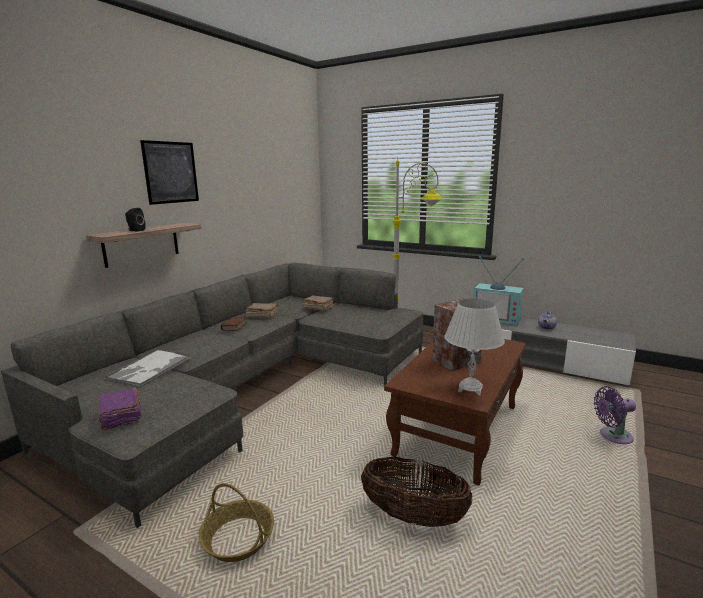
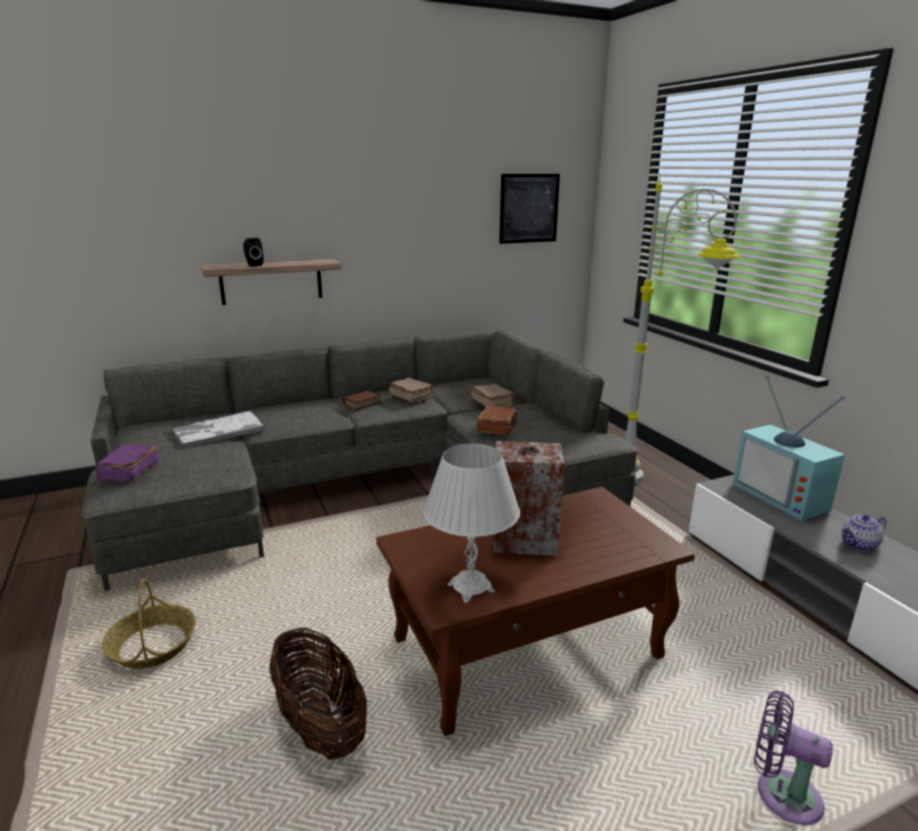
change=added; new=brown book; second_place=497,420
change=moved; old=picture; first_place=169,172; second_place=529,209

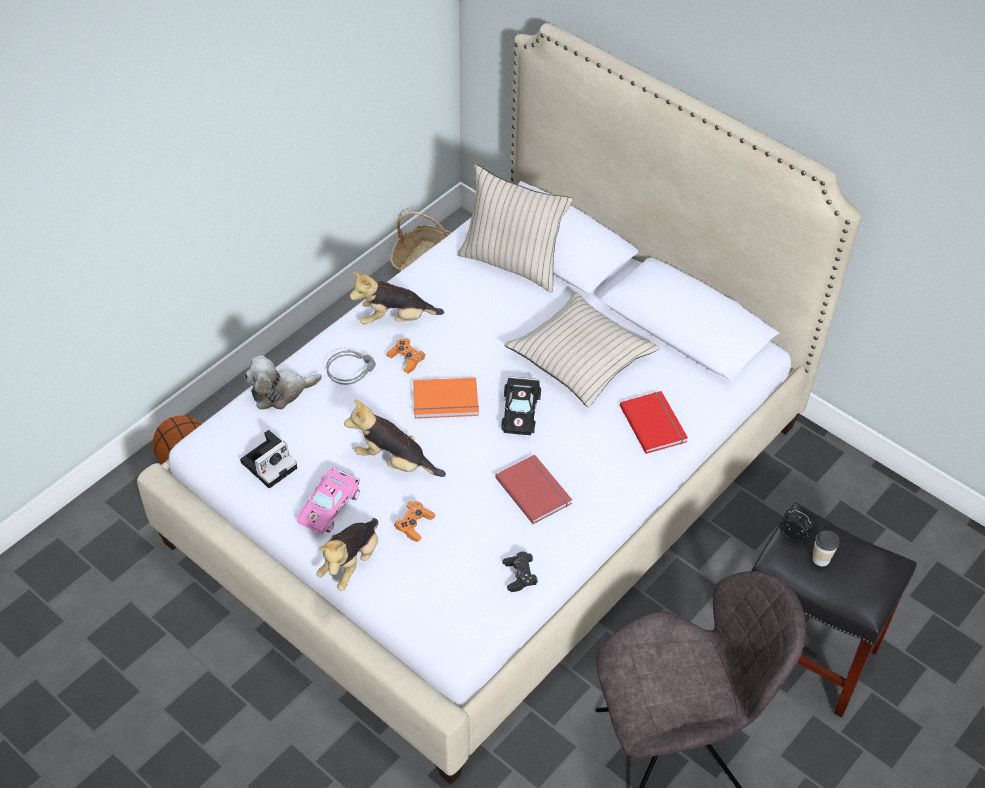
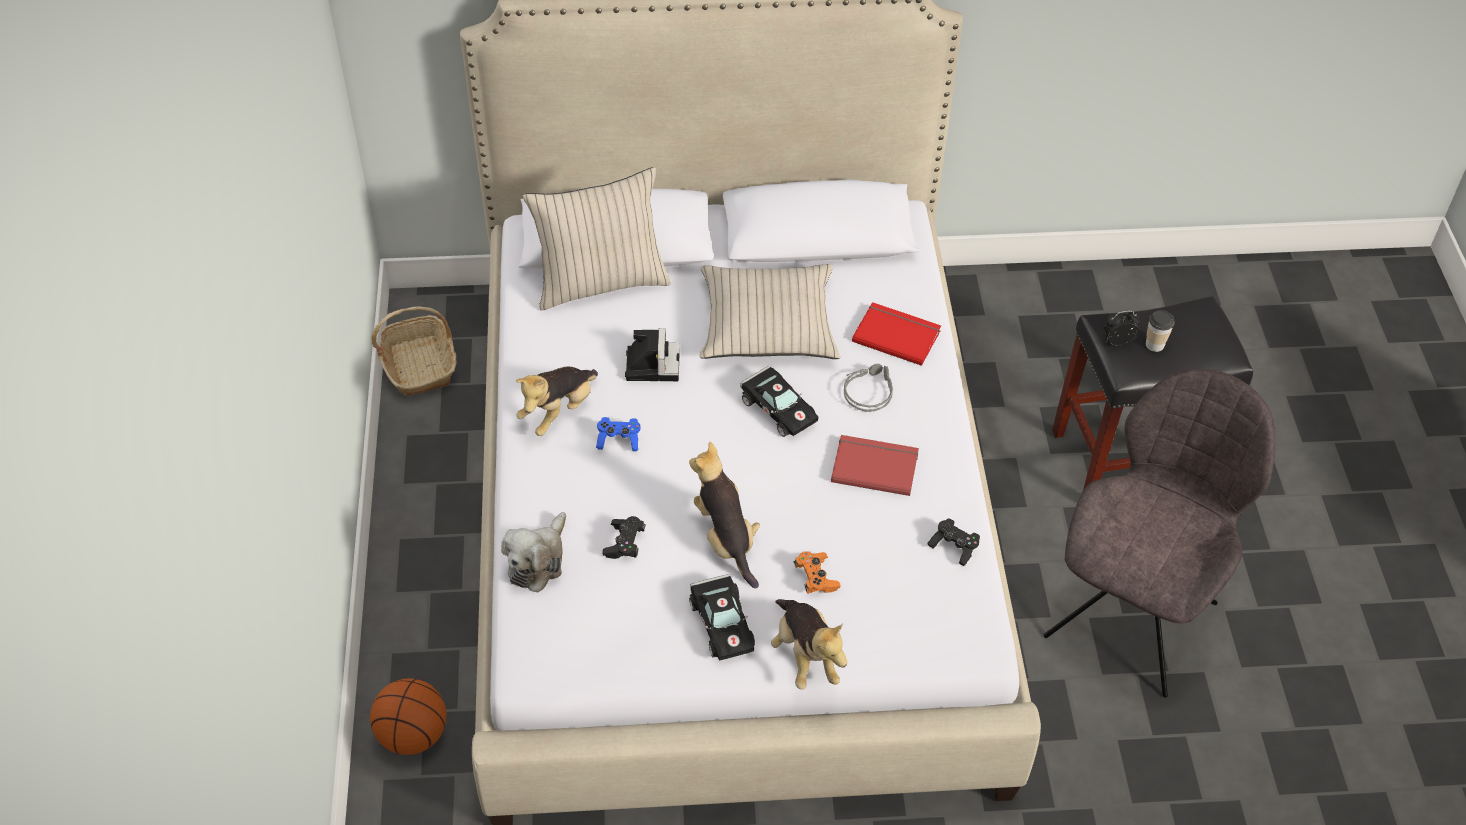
change=removed; old=orange book; first_place=446,398
change=added; new=black game controller; second_place=624,537
change=moved; old=photo camera; first_place=268,459; second_place=652,354
change=moved; old=grey headphones; first_place=351,367; second_place=869,388
change=recoloured; old=pink toy car; new=black toy car; first_place=328,500; second_place=722,617
change=recoloured; old=orange game controller; new=blue game controller; first_place=405,356; second_place=618,434
change=turned; old=plush toy; first_place=395,438; second_place=724,515; degrees=90

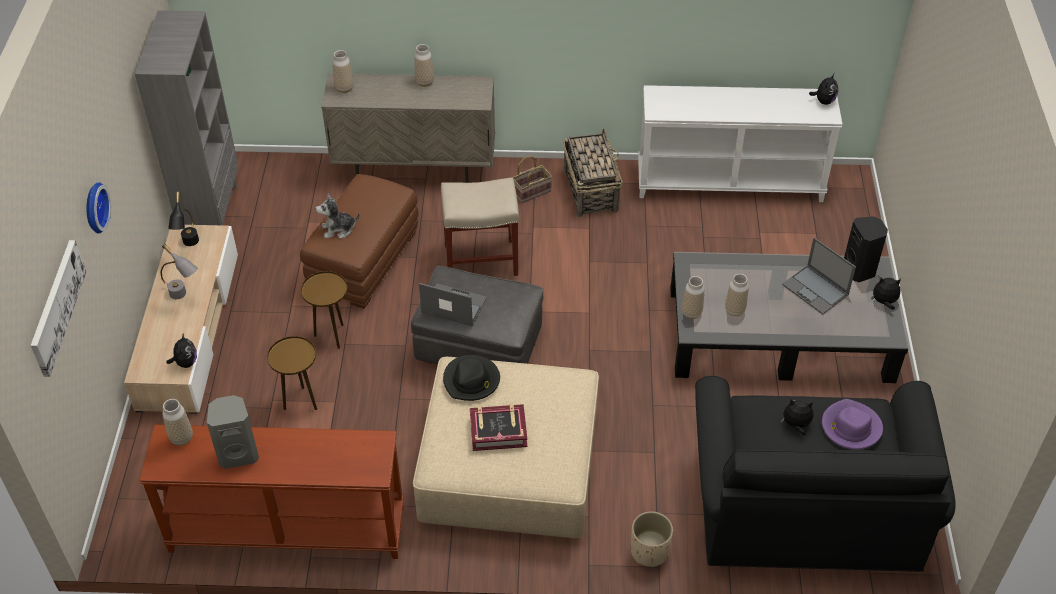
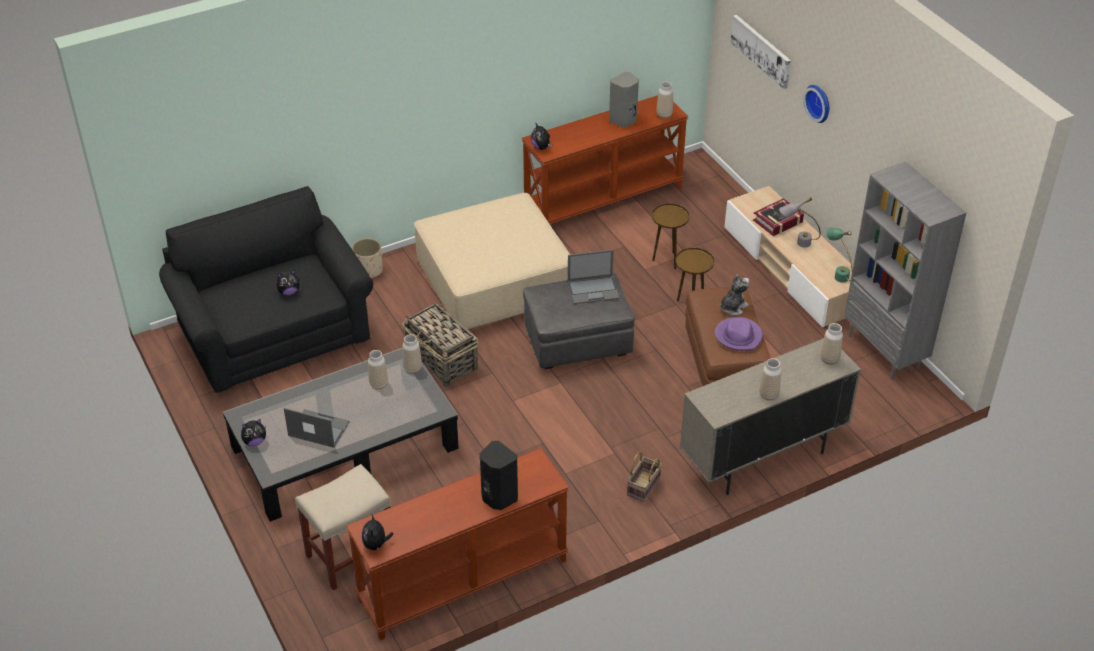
change=removed; old=black hat; first_place=471,378
change=moved; old=plush toy; first_place=181,350; second_place=541,136
change=moved; old=beige stool; first_place=480,226; second_place=343,527
change=moved; old=book; first_place=498,427; second_place=778,217
change=moved; old=basket; first_place=593,173; second_place=440,345
change=moved; old=purple hat; first_place=852,424; second_place=739,334
change=moved; old=black speaker; first_place=866,249; second_place=499,475
change=recoloured; old=black table lamp; new=green table lamp; first_place=183,218; second_place=839,255
change=recoloured; old=white console table; new=brown console table; first_place=740,143; second_place=457,544

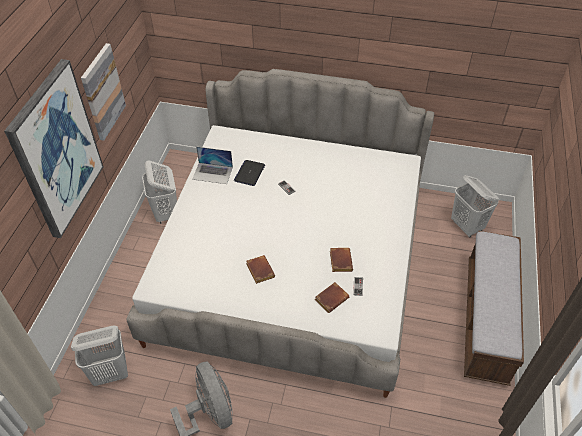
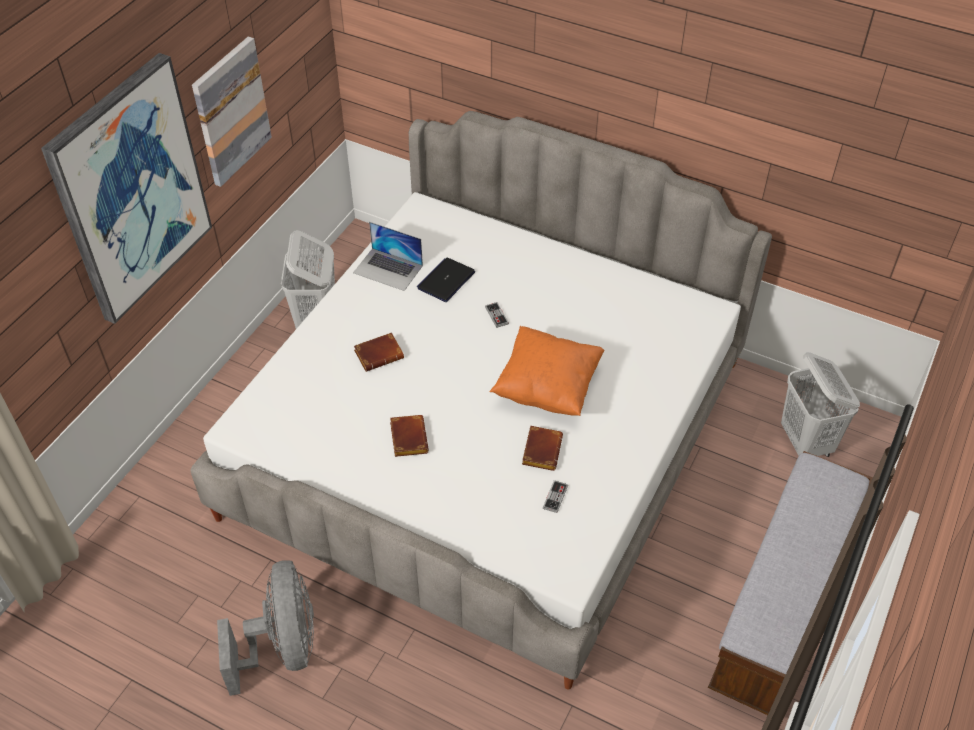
change=removed; old=white laundry basket; first_place=99,356
change=added; new=orange pillow; second_place=547,371
change=moved; old=brown book; first_place=331,297; second_place=379,352

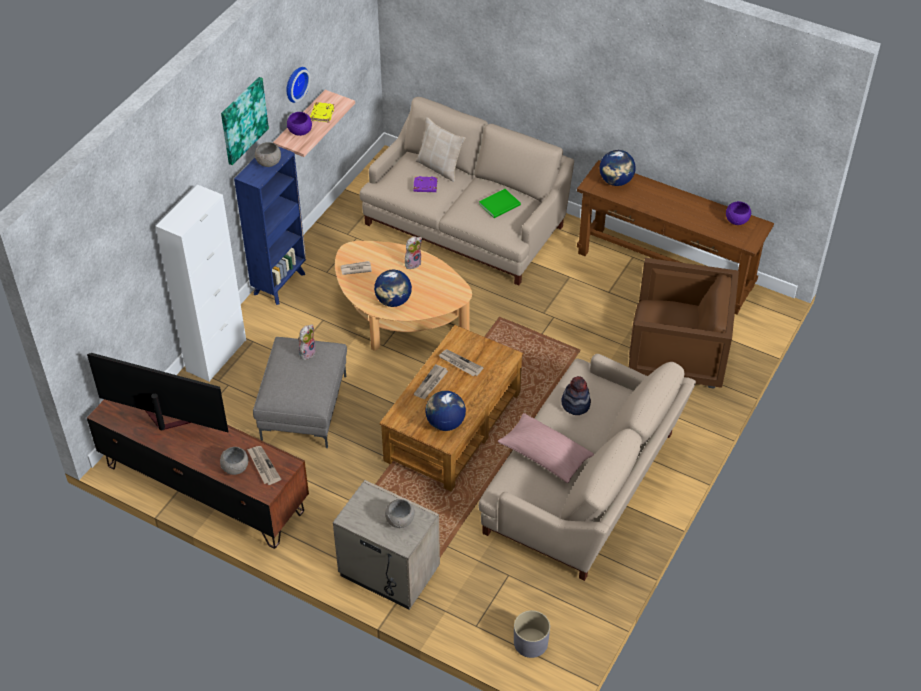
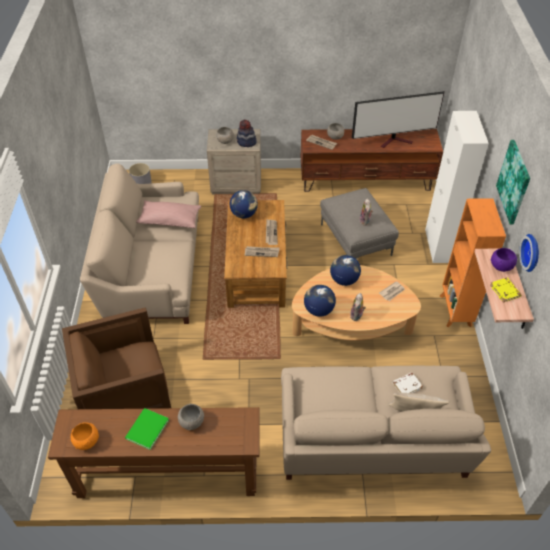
change=moved; old=grey bowl; first_place=268,154; second_place=191,416
change=moved; old=green book; first_place=500,203; second_place=147,429
change=moved; old=hat; first_place=576,395; second_place=247,133
change=moved; old=globe; first_place=618,168; second_place=320,301
change=recoloured; old=blue bookcase; new=orange bookcase; first_place=270,225; second_place=473,262
change=recoloured; old=purple book; new=white book; first_place=425,184; second_place=408,382
change=recoloured; old=purple bowl; new=orange bowl; first_place=738,213; second_place=85,436

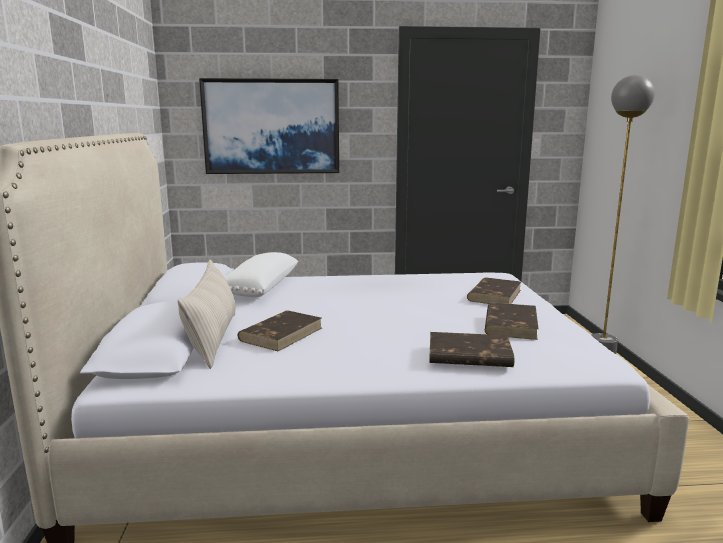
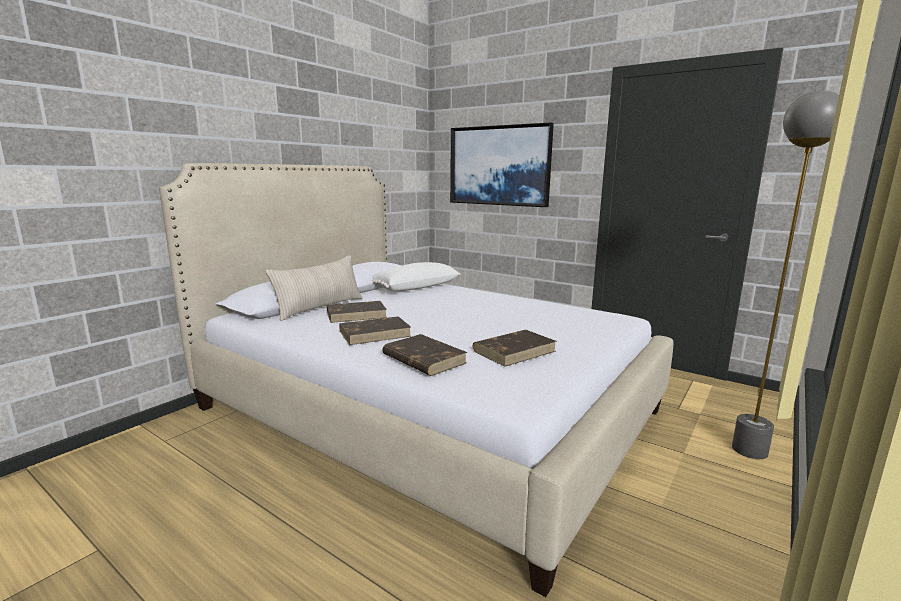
change=moved; old=brown book; first_place=494,291; second_place=375,330

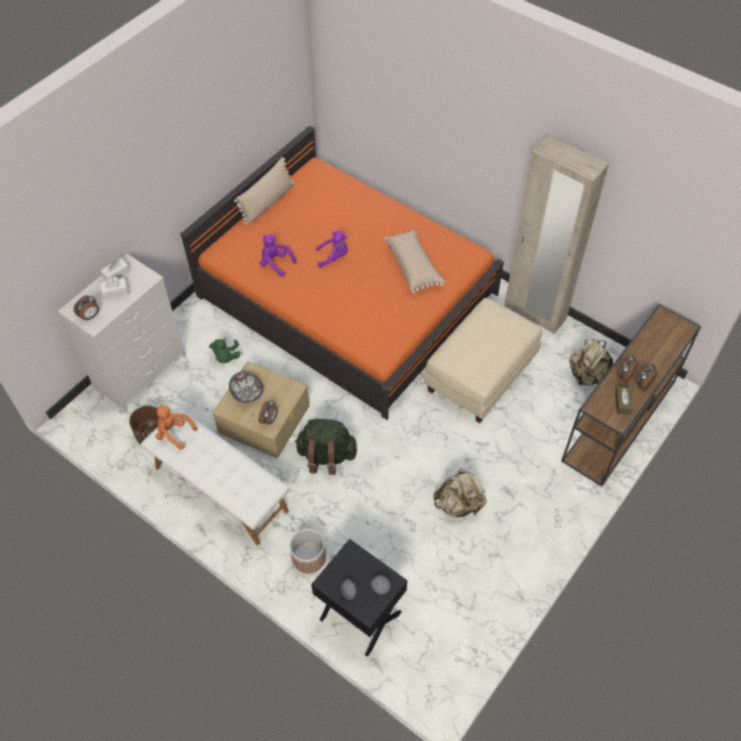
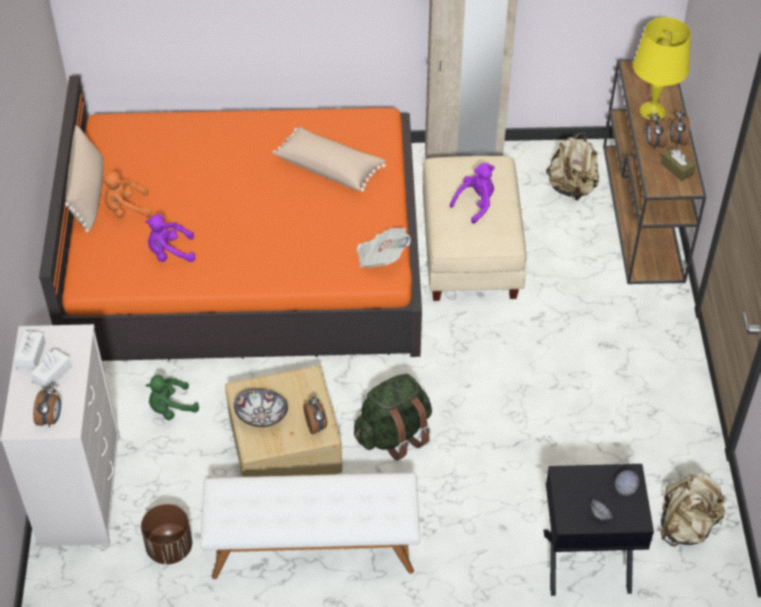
change=removed; old=planter; first_place=308,551
change=added; new=newspaper; second_place=384,248
change=added; new=yellow table lamp; second_place=662,68
change=moved; old=orange plush toy; first_place=176,427; second_place=126,194
change=moved; old=purple plush toy; first_place=332,249; second_place=472,193
change=moved; old=beige backpack; first_place=460,492; second_place=694,509
change=turned; old=green plush toy; first_place=224,350; second_place=172,397; degrees=105

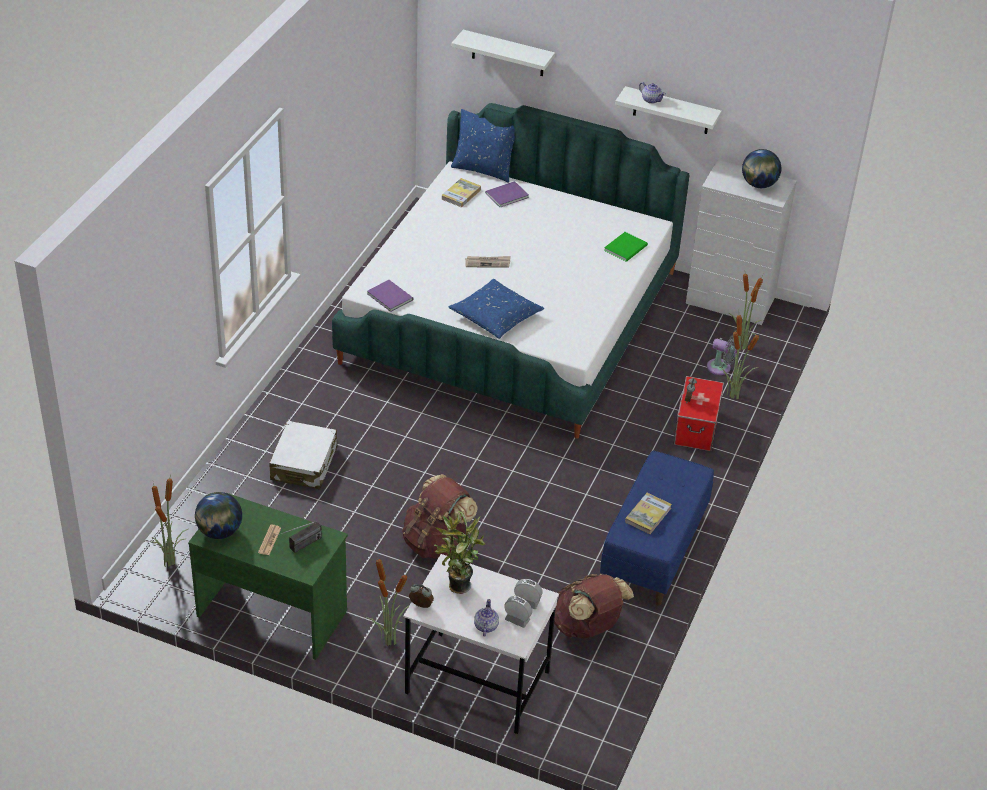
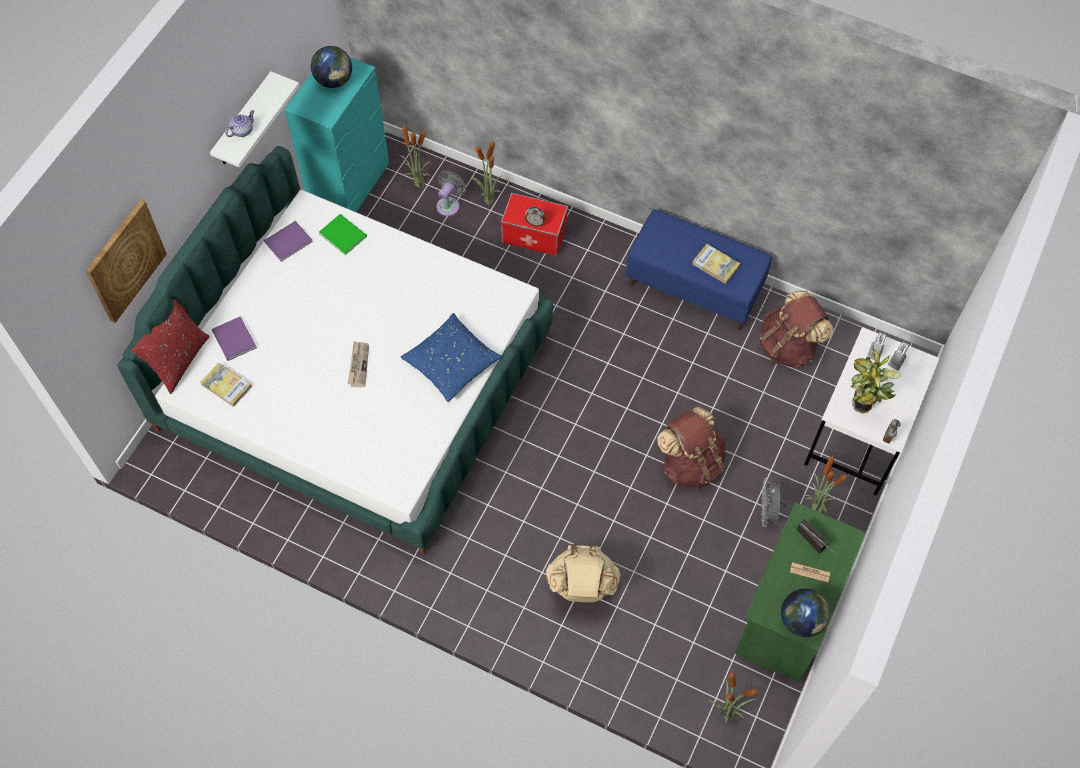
change=removed; old=teapot; first_place=486,617
change=added; new=grey fan; second_place=774,502
change=moved; old=purple book; first_place=390,296; second_place=288,241
change=replaced; old=white suitcase; new=beige backpack; first_place=303,455; second_place=583,573
change=replaced; old=white shelf; new=picture; first_place=503,53; second_place=126,261
change=recoloured; old=blue pillow; new=red pillow; first_place=483,146; second_place=170,346
change=recoloured; old=white dresser; new=turquoise dresser; first_place=741,242; second_place=336,134

